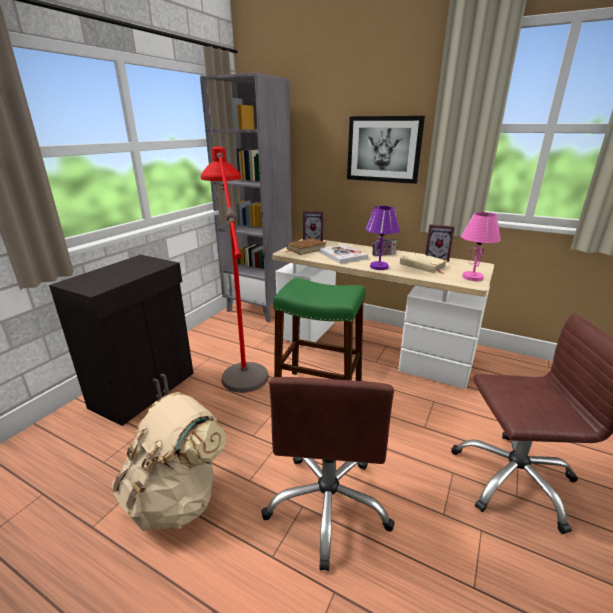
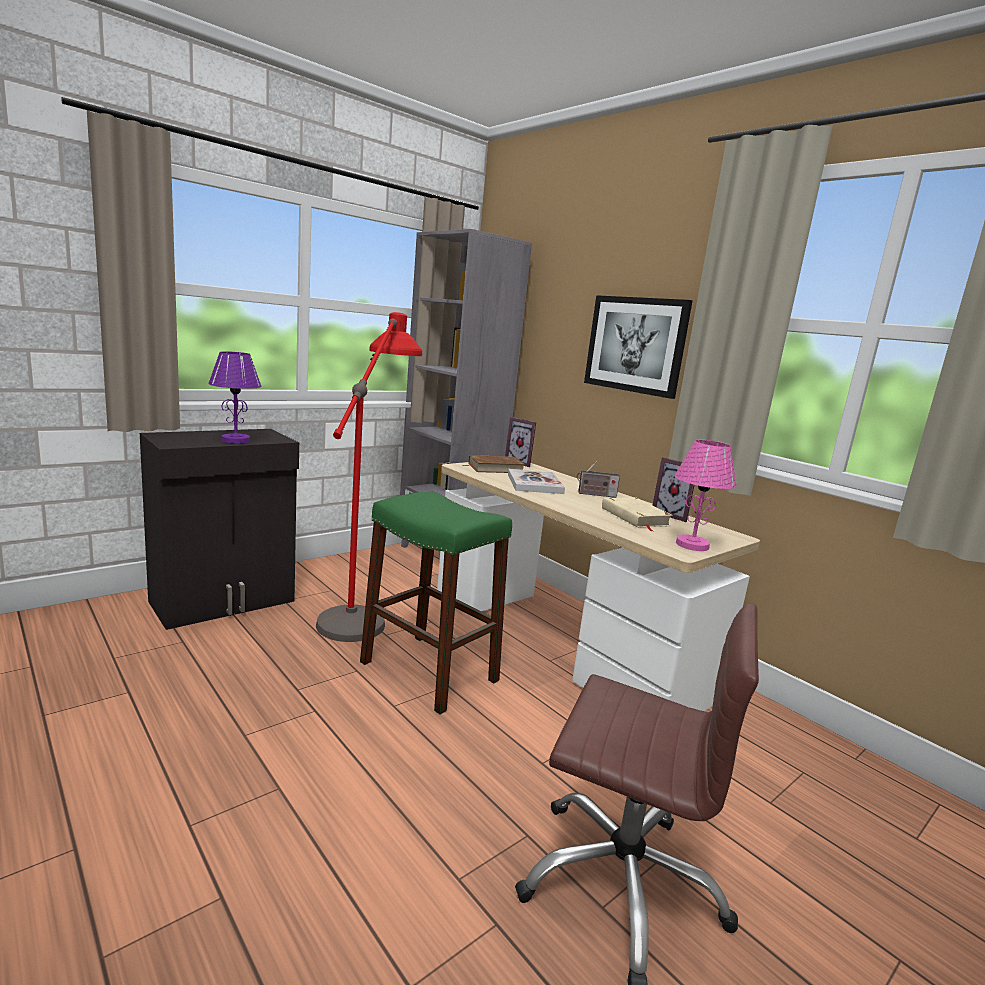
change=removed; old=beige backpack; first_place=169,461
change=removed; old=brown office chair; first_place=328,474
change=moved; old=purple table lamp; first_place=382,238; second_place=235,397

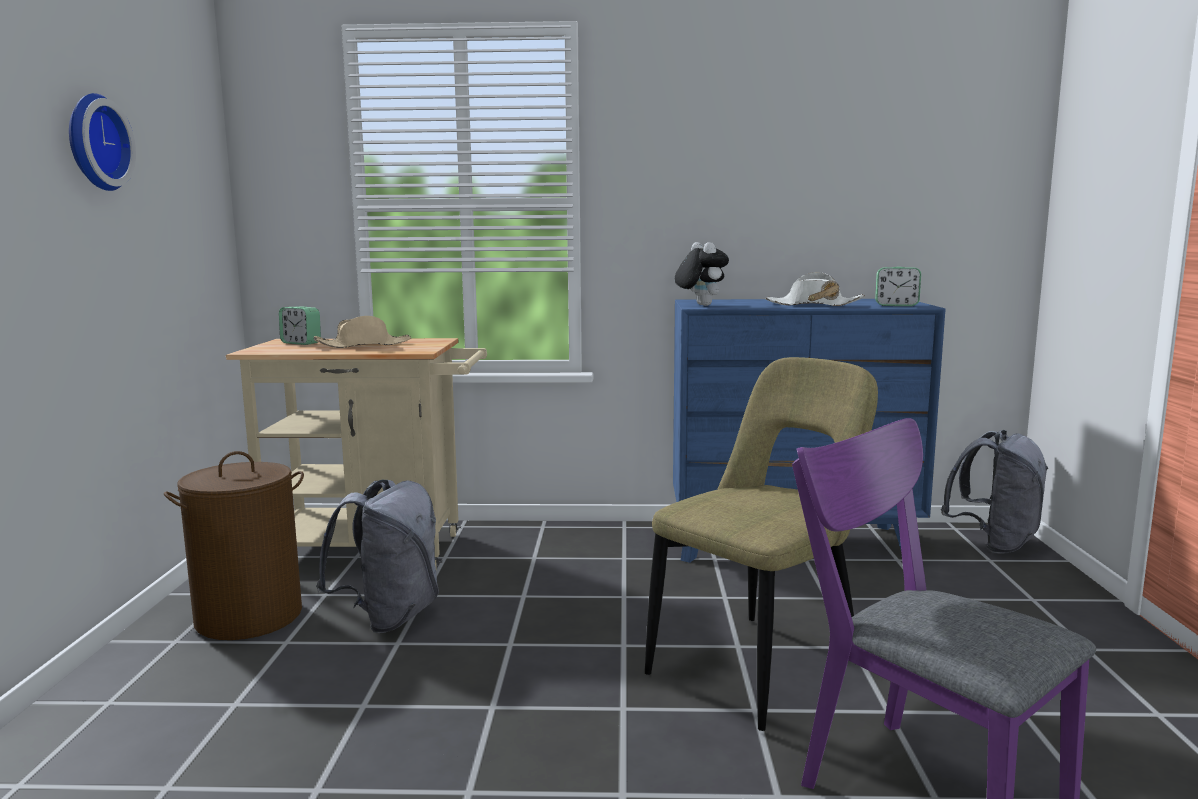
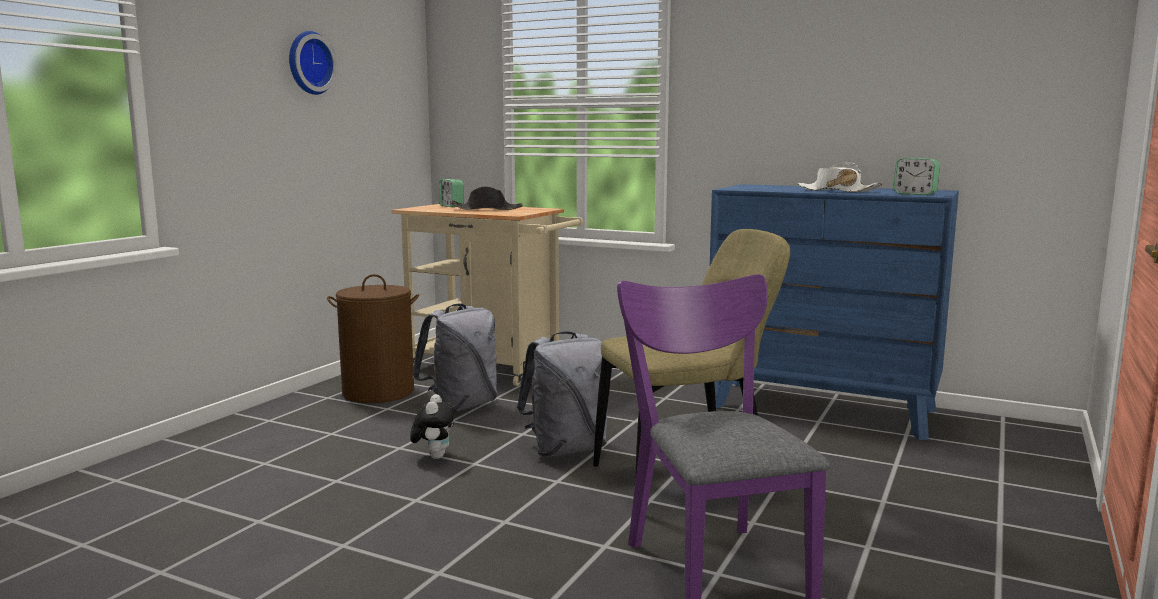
change=moved; old=plush toy; first_place=702,274; second_place=433,426
change=moved; old=grey backpack; first_place=995,491; second_place=561,394
change=recoloured; old=beige hat; new=black hat; first_place=362,332; second_place=487,198

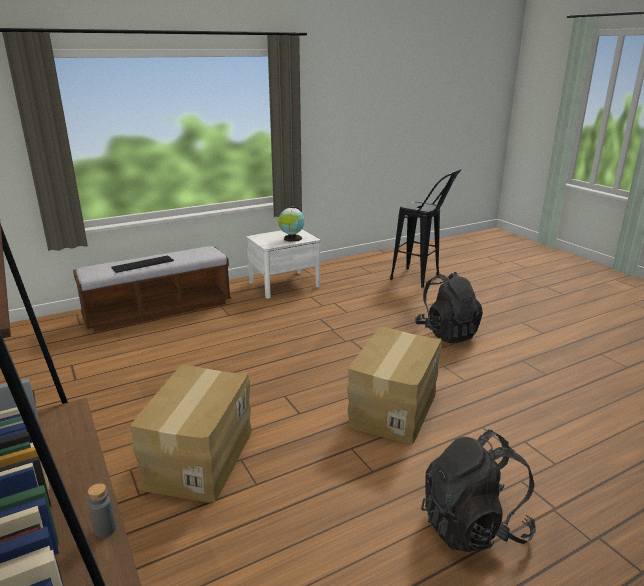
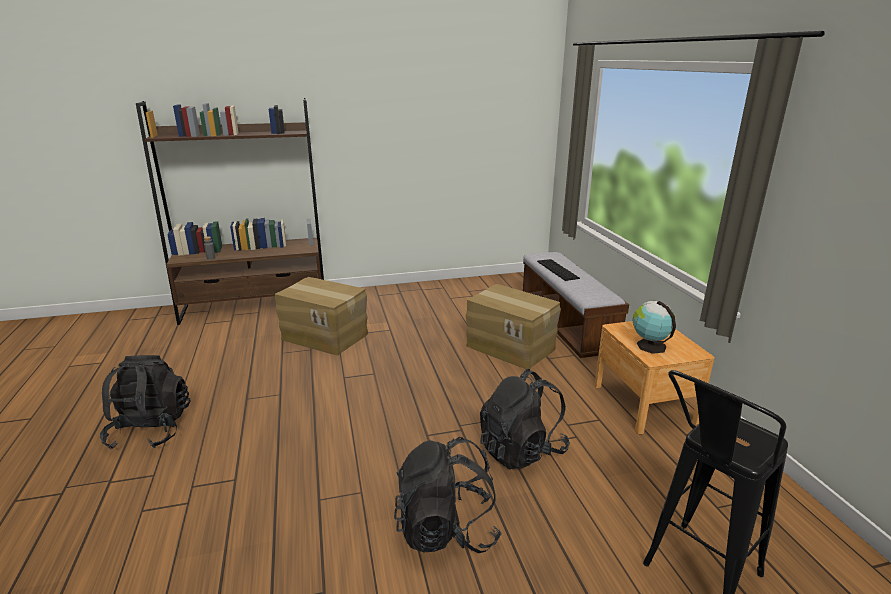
change=added; new=black backpack; second_place=525,419
change=moved; old=cardboard box; first_place=394,385; second_place=513,326
change=recoloured; old=white nightstand; new=brown nightstand; first_place=283,264; second_place=655,377

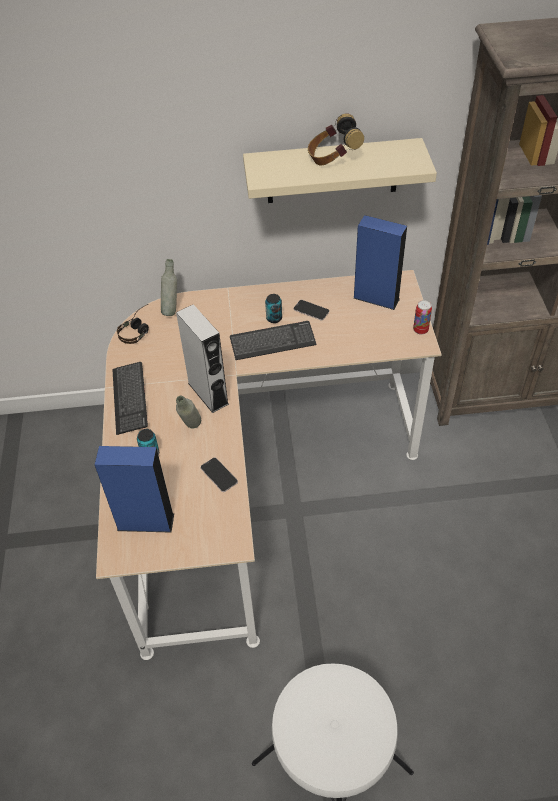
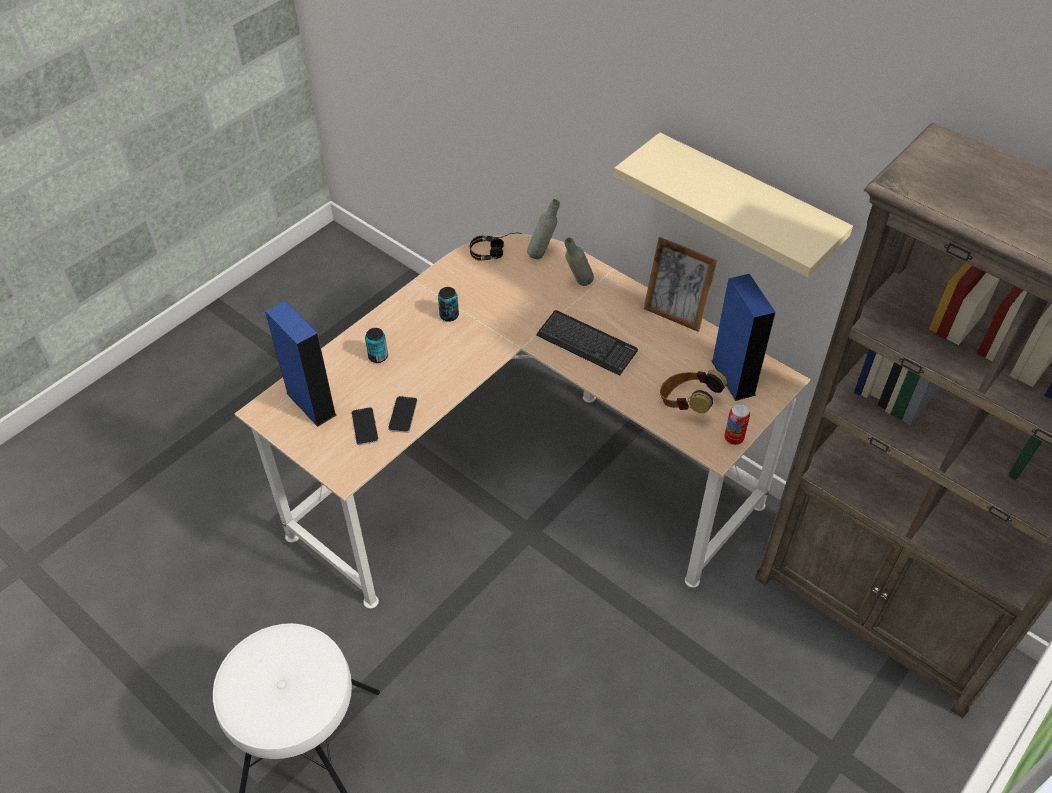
change=removed; old=keyboard; first_place=130,398
change=removed; old=grey speaker; first_place=202,358
change=added; new=picture frame; second_place=680,284
change=moved; old=grey bottle; first_place=188,412; second_place=579,261
change=moved; old=can; first_place=273,308; second_place=448,304
change=moved; old=phone; first_place=311,310; second_place=365,426
change=moved; old=headphones; first_place=336,140; second_place=693,391

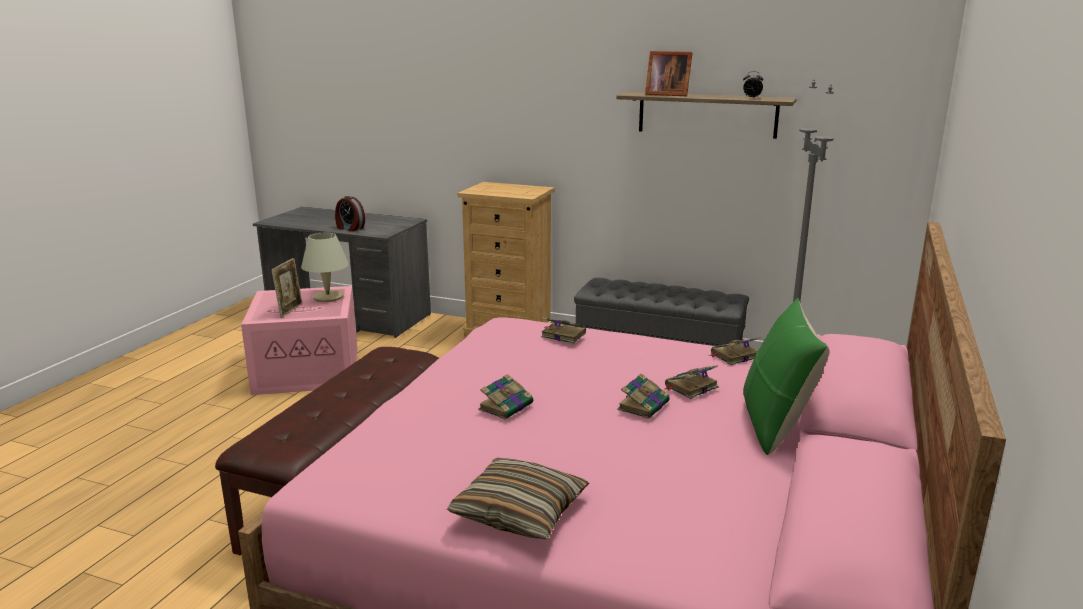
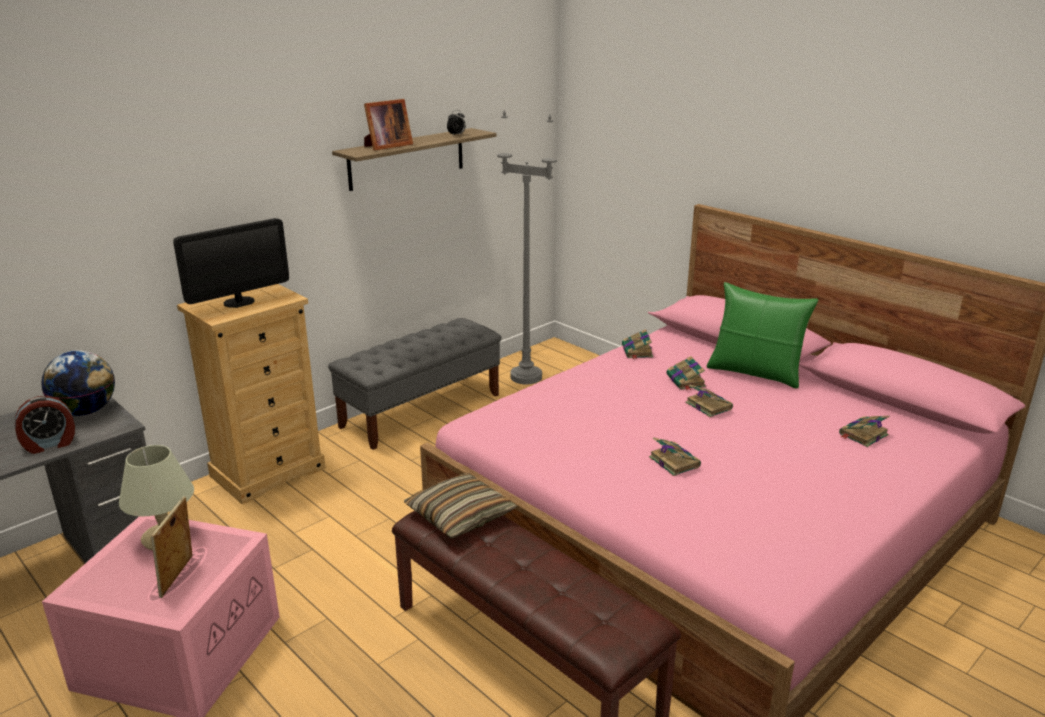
change=added; new=globe; second_place=78,383
change=added; new=monitor; second_place=231,263
change=moved; old=pillow; first_place=518,499; second_place=461,506
change=moved; old=book; first_place=563,330; second_place=864,431
change=turned; old=picture frame; first_place=287,288; second_place=171,547; degrees=-120

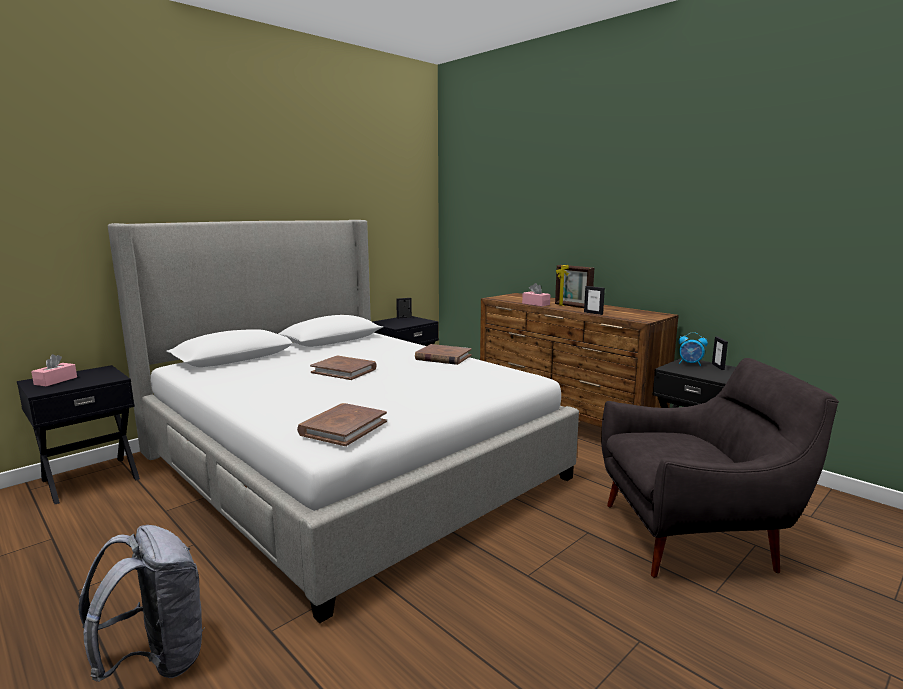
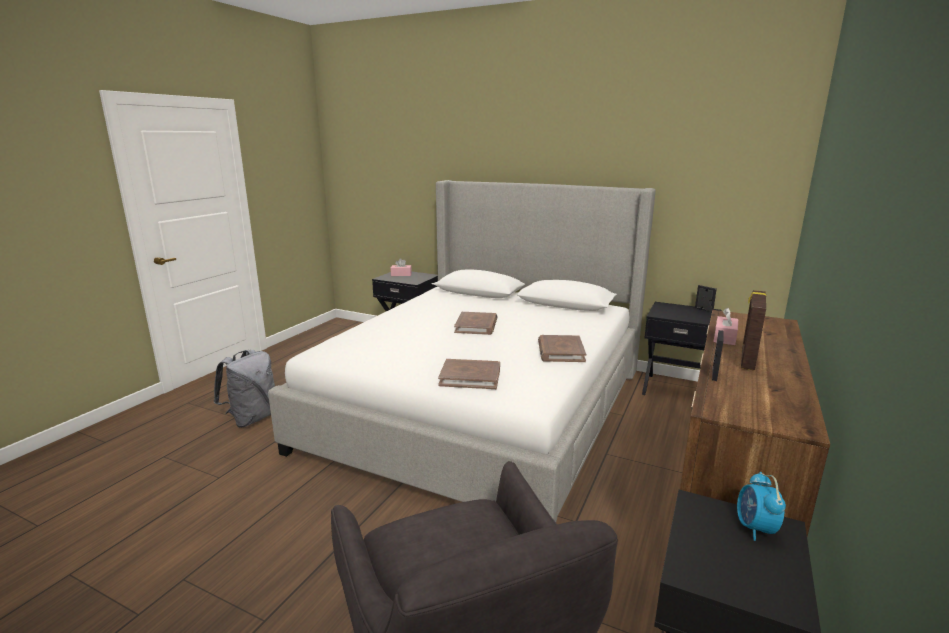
change=removed; old=picture frame; first_place=720,353
change=moved; old=brown book; first_place=342,424; second_place=469,374

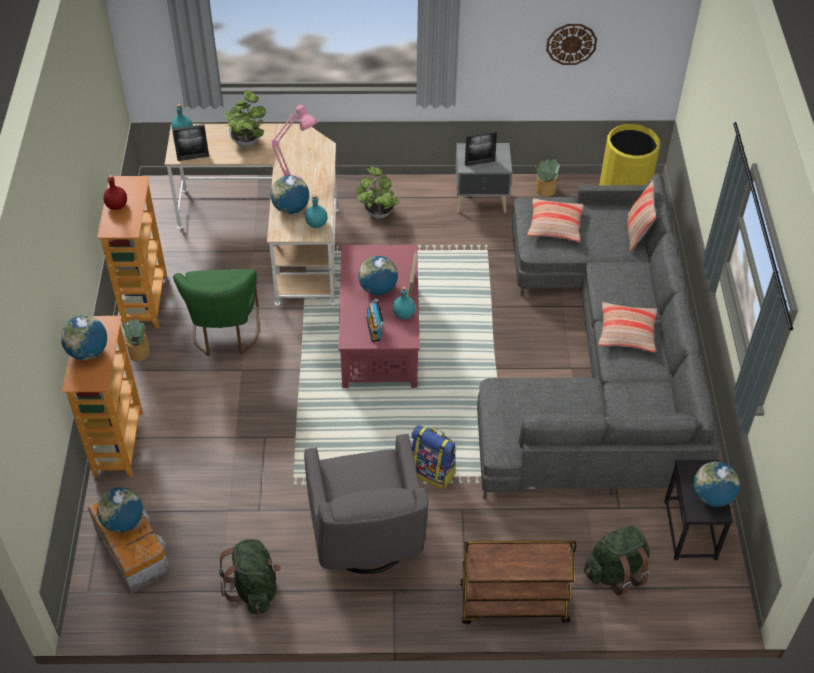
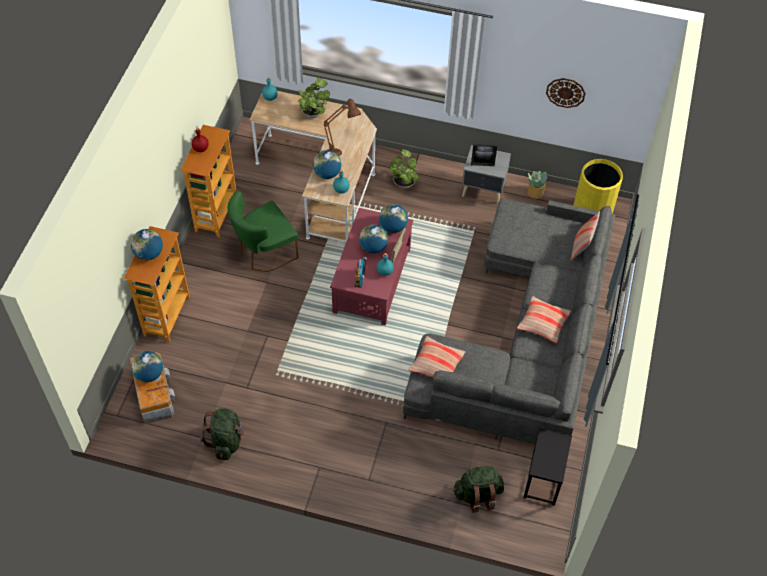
change=removed; old=potted plant; first_place=136,339
change=removed; old=picture frame; first_place=190,142
change=removed; old=grey armchair; first_place=366,503
change=removed; old=backpack; first_place=433,457
change=removed; old=brown cart; first_place=518,582
change=moved; old=pillow; first_place=555,220; second_place=437,357
change=moved; old=globe; first_place=716,484; second_place=393,218
change=recoloured; old=pink table lamp; new=brown table lamp; first_place=295,142; second_place=342,127
change=turned; old=green chair; first_place=216,312; second_place=263,231; degrees=45

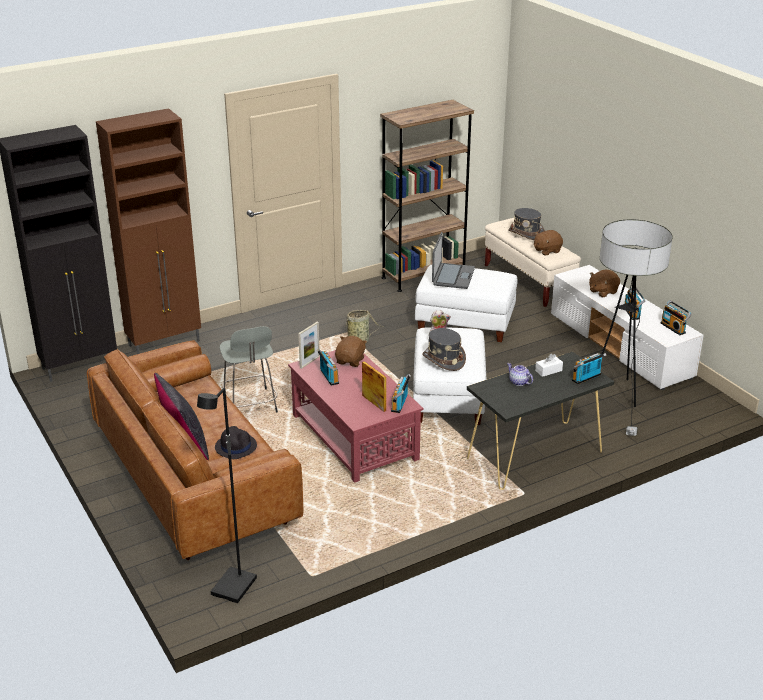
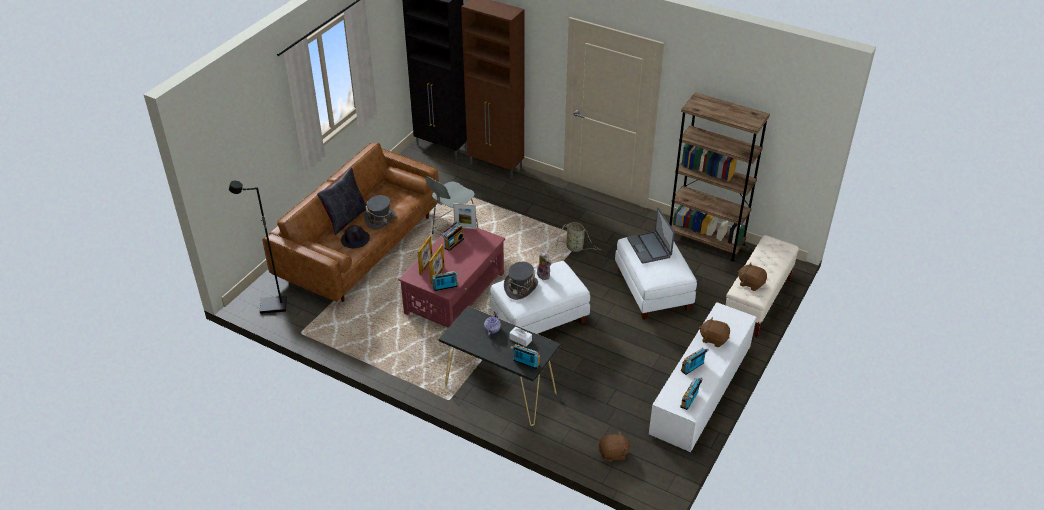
change=removed; old=floor lamp; first_place=636,327
change=added; new=picture frame; second_place=425,255
change=moved; old=brown plush toy; first_place=351,351; second_place=615,446
change=moved; old=grey hat; first_place=526,224; second_place=380,212
change=turned; old=laptop; first_place=453,260; second_place=651,236; degrees=90

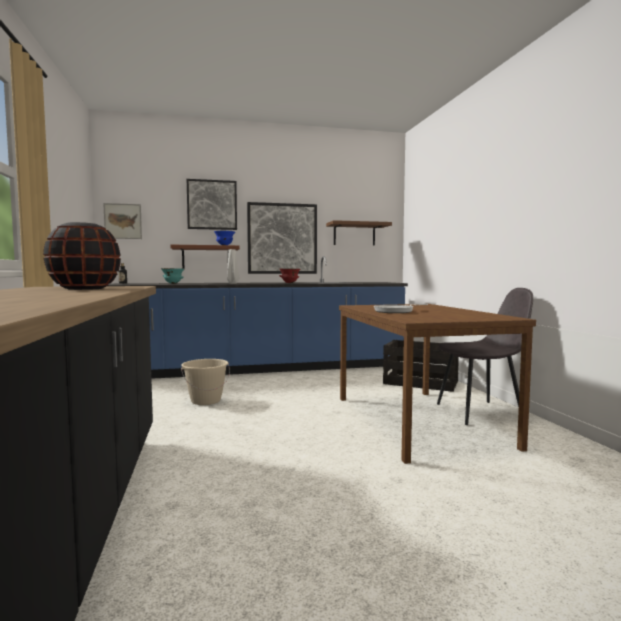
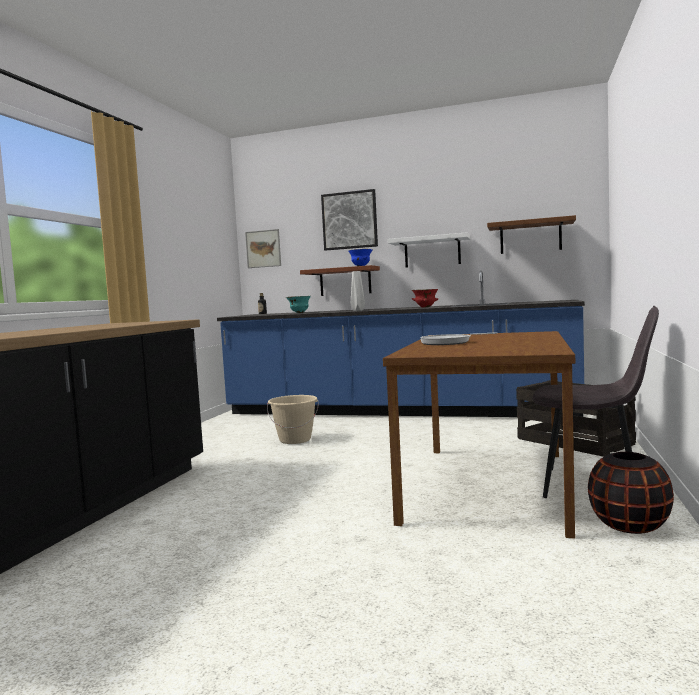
change=moved; old=black vase; first_place=82,256; second_place=631,493
change=replaced; old=picture; new=white shelf; first_place=282,238; second_place=429,250

